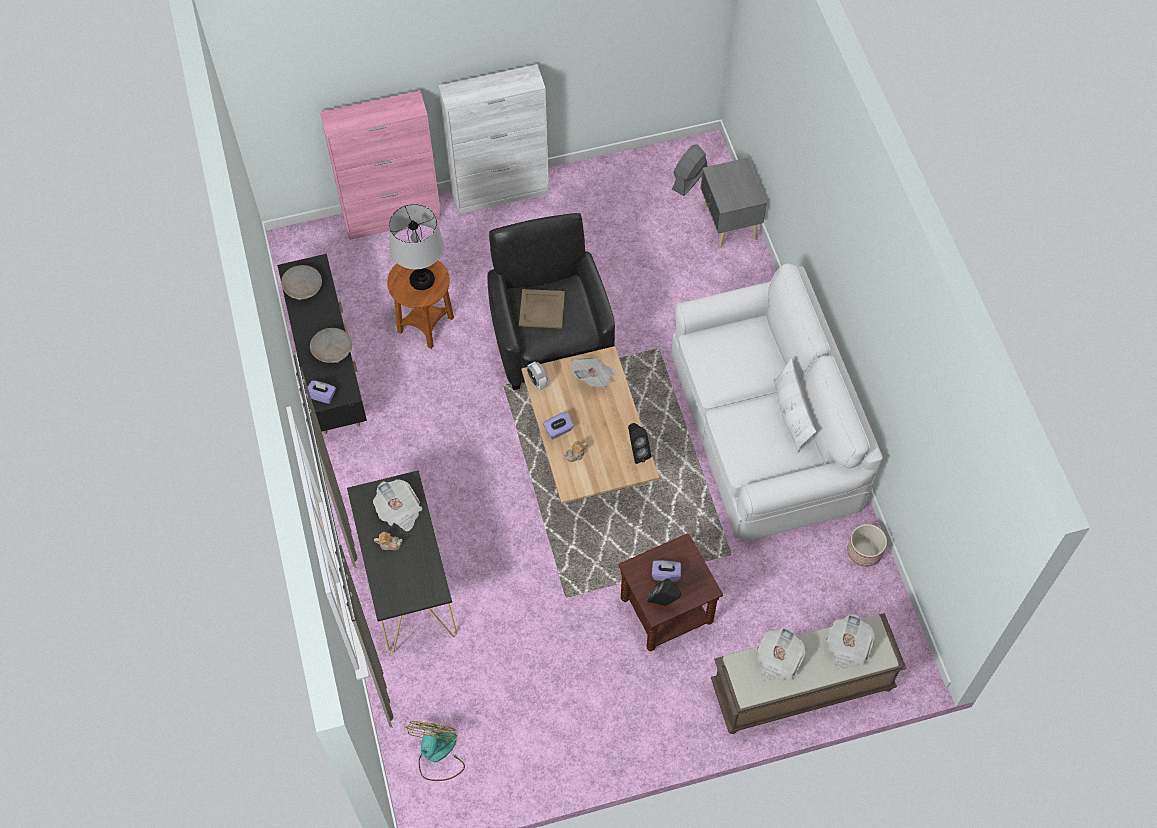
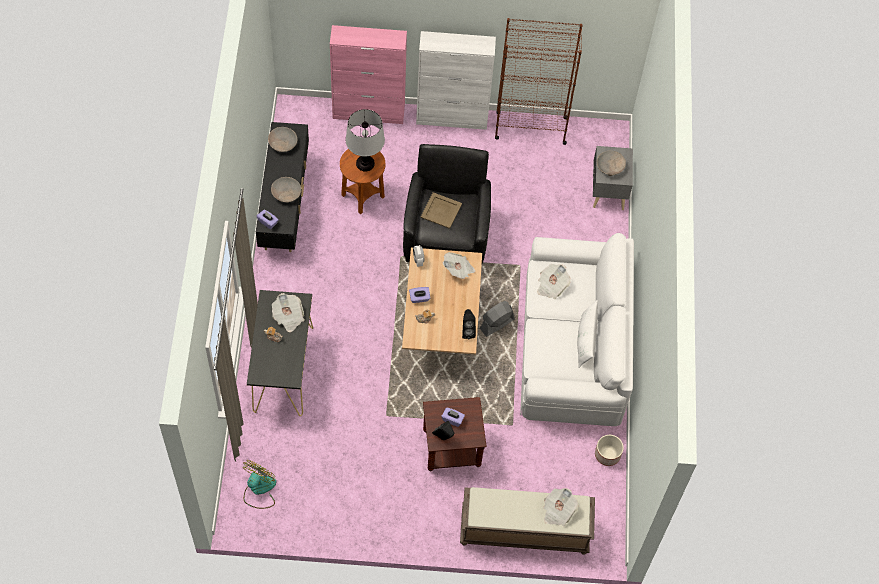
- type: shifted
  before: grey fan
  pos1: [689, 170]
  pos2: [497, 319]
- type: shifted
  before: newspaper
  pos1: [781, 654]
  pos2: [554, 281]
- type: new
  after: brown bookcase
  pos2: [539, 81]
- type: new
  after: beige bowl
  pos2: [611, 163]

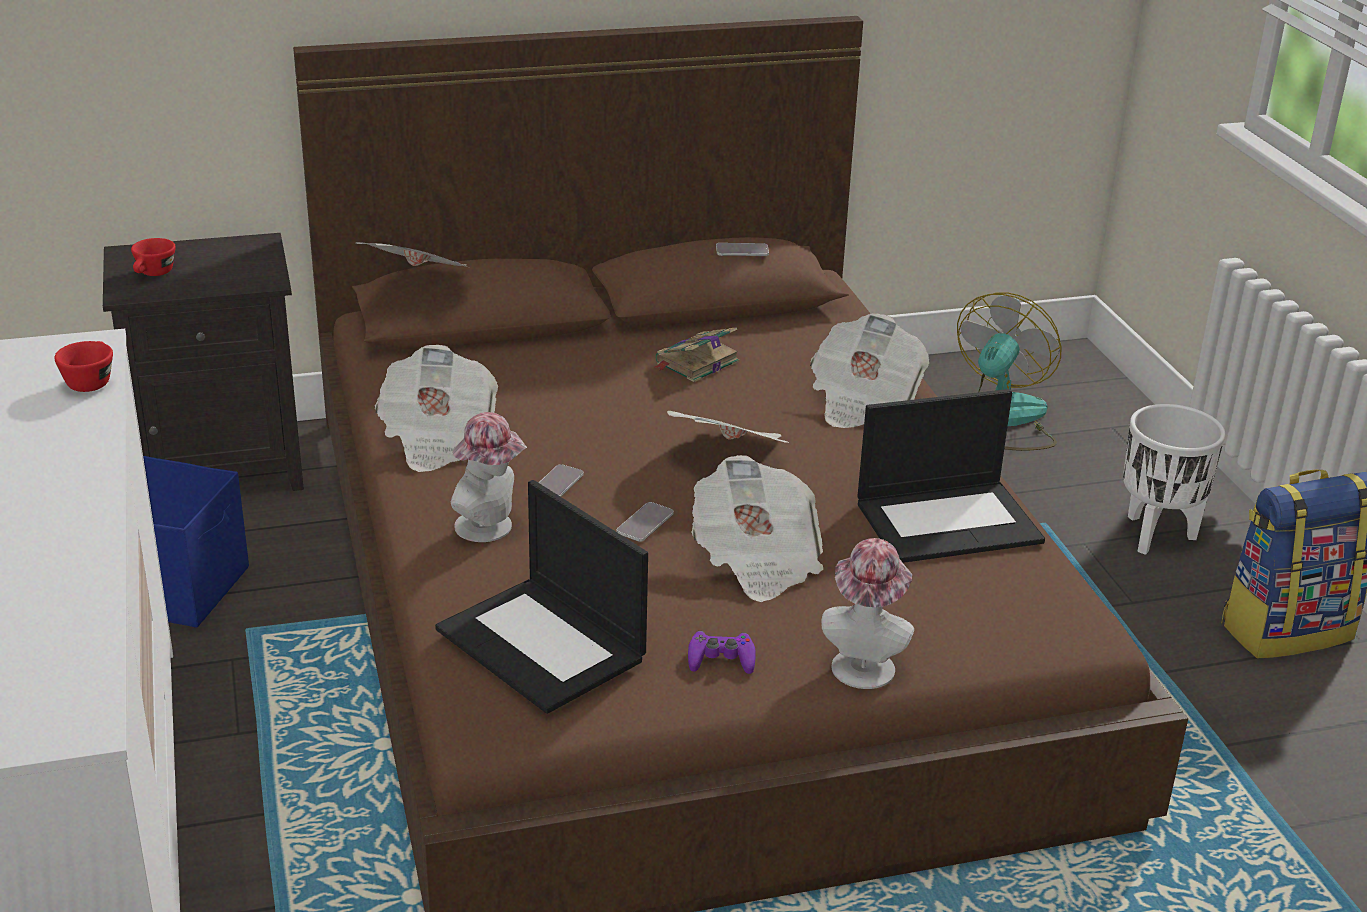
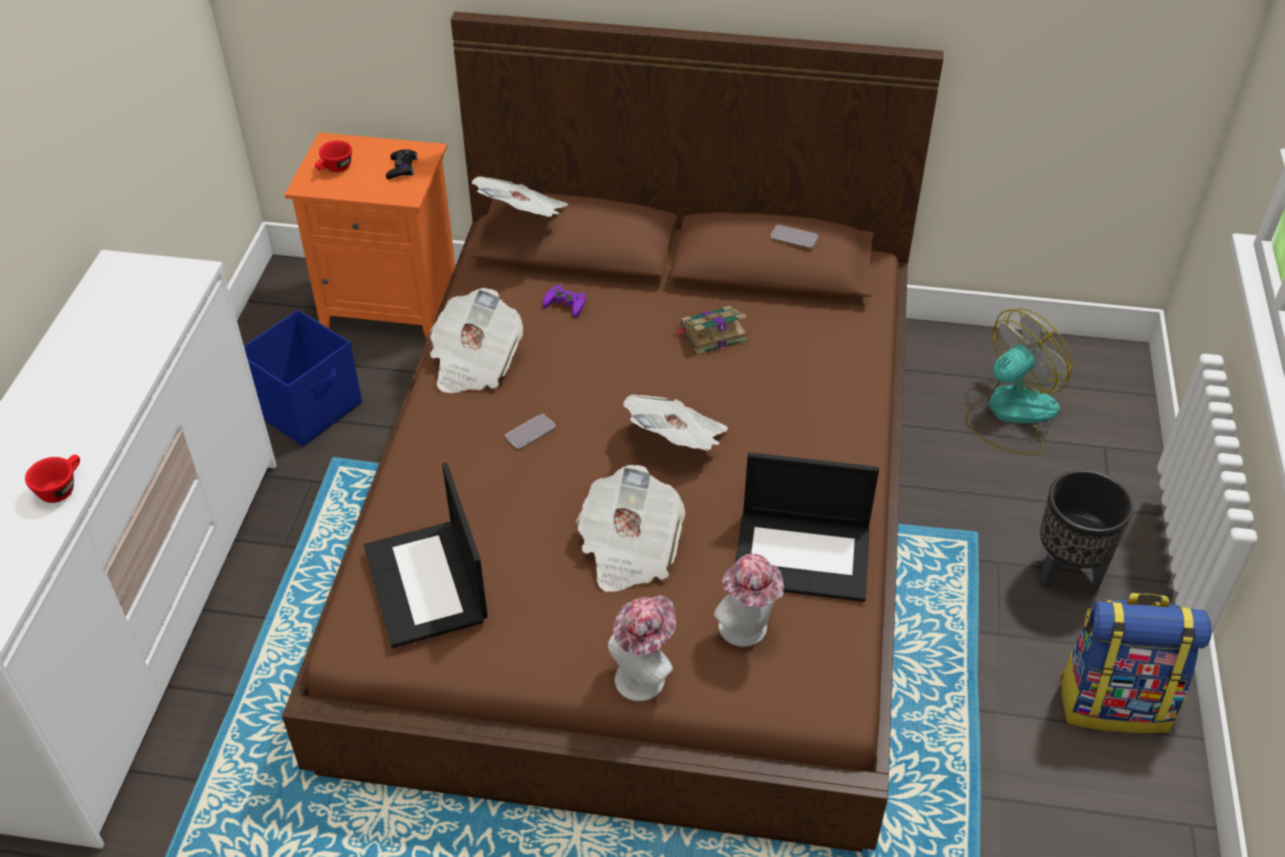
- type: repainted
  before: black nightstand
  after: orange nightstand
  pos1: [203, 362]
  pos2: [370, 235]
- type: gone
  before: newspaper
  pos1: [869, 370]
- type: shifted
  before: red cup
  pos1: [83, 366]
  pos2: [52, 478]
- type: repainted
  before: white planter
  after: black planter
  pos1: [1174, 479]
  pos2: [1085, 529]
- type: shifted
  before: hat
  pos1: [489, 477]
  pos2: [749, 600]
- type: gone
  before: phone
  pos1: [645, 522]
- type: shifted
  before: purple game controller
  pos1: [722, 652]
  pos2: [564, 301]
- type: new
  after: black game controller
  pos2: [401, 164]

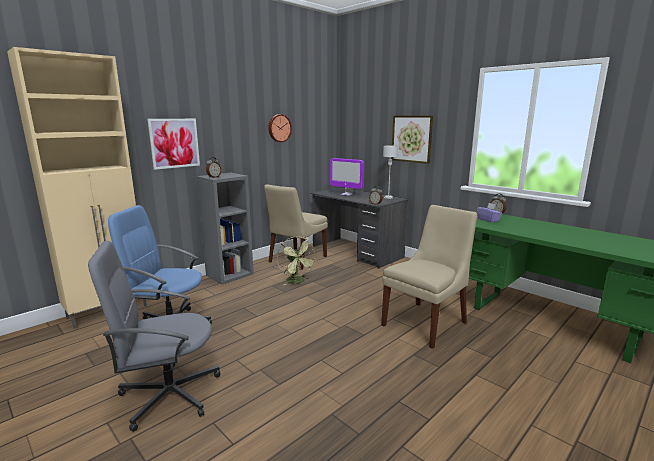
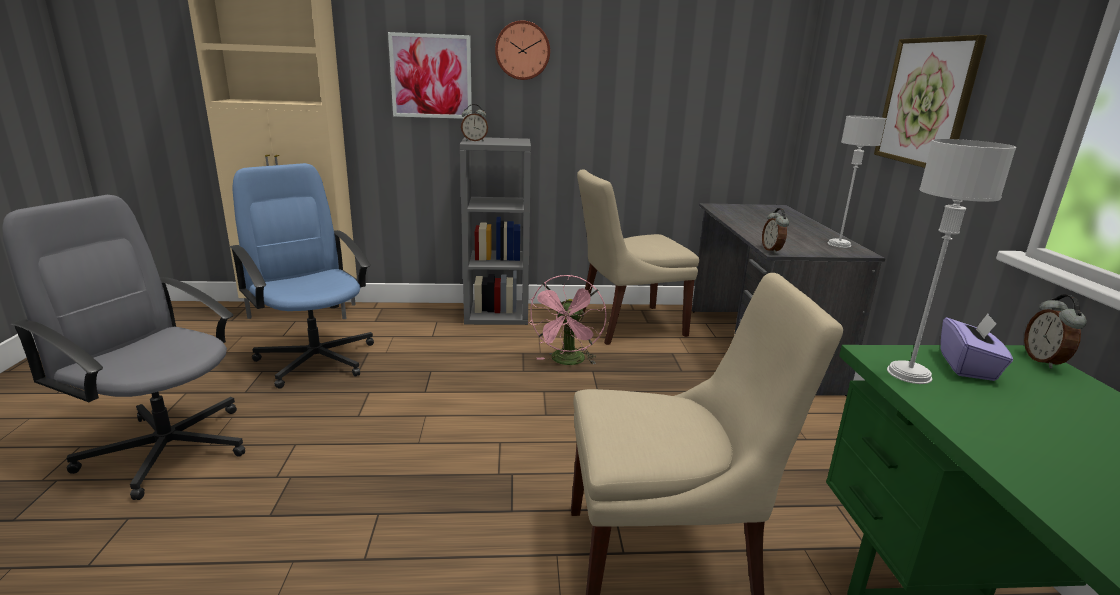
- type: shifted
  before: wall clock
  pos1: [280, 128]
  pos2: [522, 50]
- type: gone
  before: monitor
  pos1: [347, 177]
- type: repainted
  before: green fan
  after: pink fan
  pos1: [297, 261]
  pos2: [567, 320]
- type: new
  after: grey table lamp
  pos2: [951, 261]

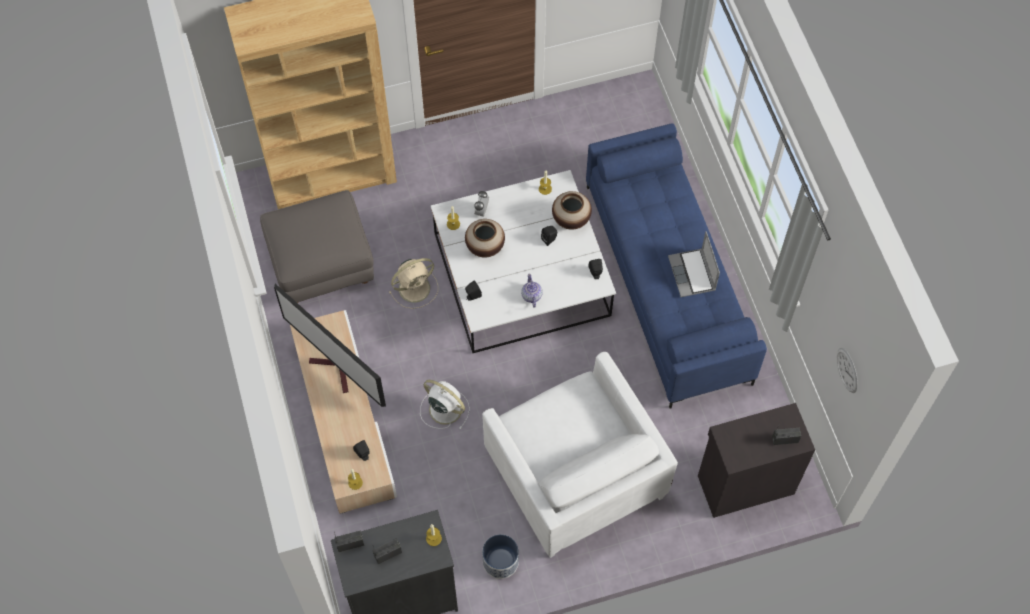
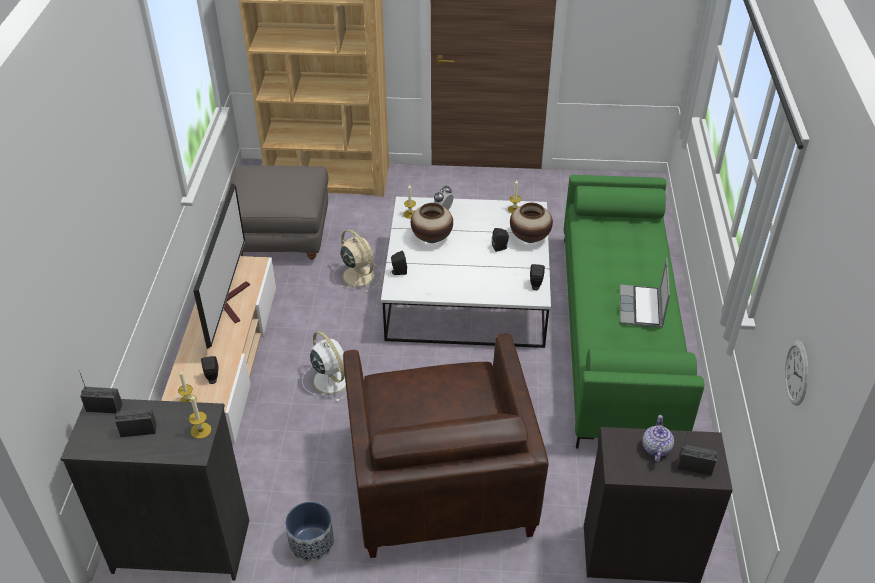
- type: repainted
  before: blue sofa
  after: green sofa
  pos1: [676, 266]
  pos2: [634, 312]
- type: rotated
  before: beige fan
  pos1: [413, 283]
  pos2: [358, 261]
  turn: -120
- type: shifted
  before: teapot
  pos1: [531, 290]
  pos2: [658, 438]
- type: rotated
  before: television
  pos1: [330, 345]
  pos2: [221, 266]
  turn: -150
- type: repainted
  before: white armchair
  after: brown armchair
  pos1: [580, 455]
  pos2: [446, 445]

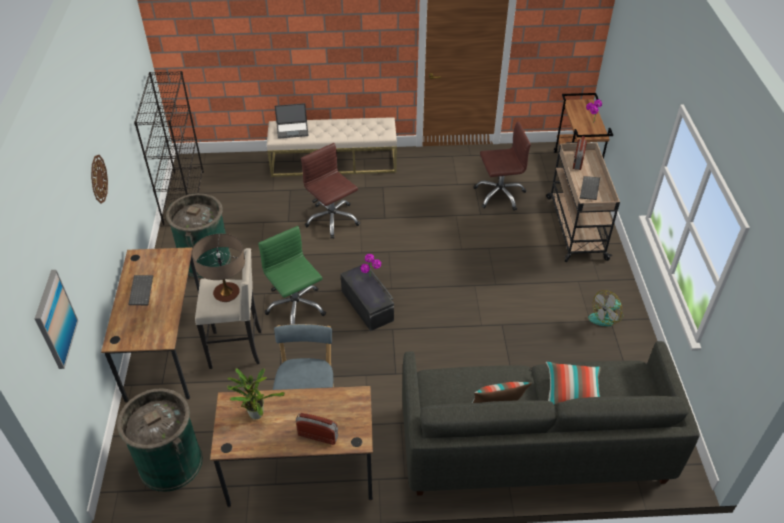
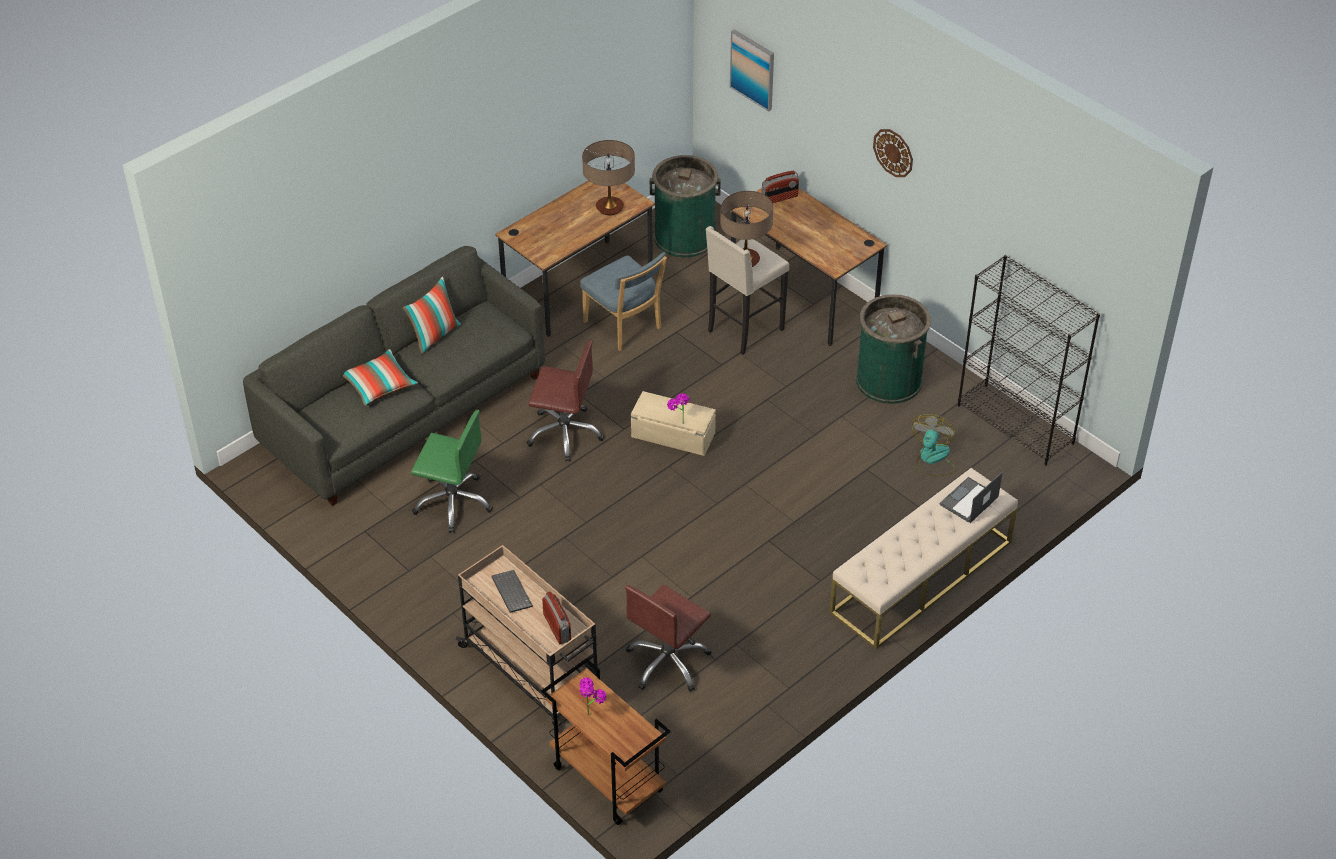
- type: shifted
  before: brown office chair
  pos1: [330, 191]
  pos2: [565, 401]
- type: shifted
  before: green office chair
  pos1: [292, 275]
  pos2: [452, 471]
- type: repainted
  before: black storage box
  after: beige storage box
  pos1: [367, 298]
  pos2: [673, 423]
- type: gone
  before: keyboard
  pos1: [140, 290]
- type: shifted
  before: fan
  pos1: [606, 308]
  pos2: [934, 445]
- type: swapped
  before: potted plant
  after: table lamp
  pos1: [256, 393]
  pos2: [608, 177]
- type: shifted
  before: radio
  pos1: [317, 429]
  pos2: [780, 187]

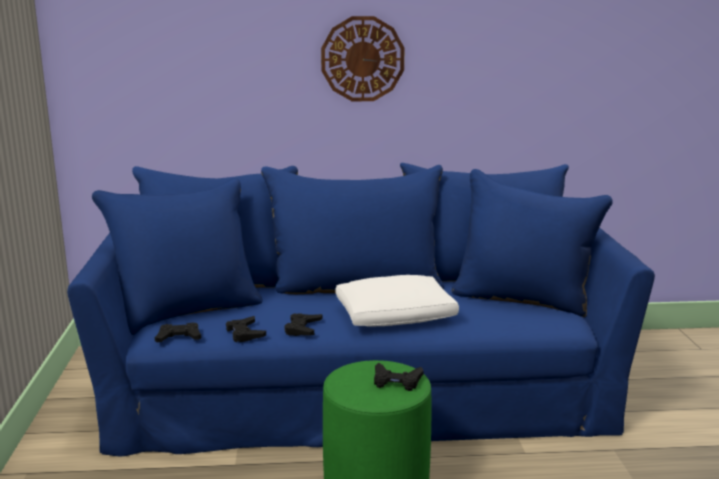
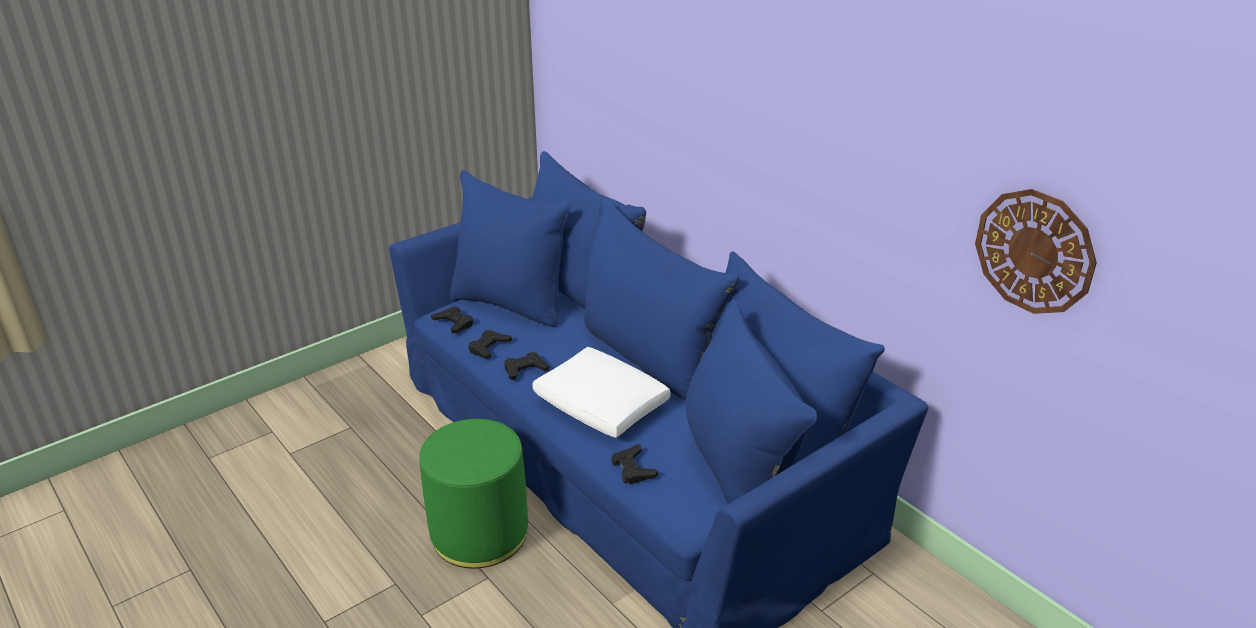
- type: shifted
  before: wall clock
  pos1: [362, 58]
  pos2: [1036, 251]
- type: shifted
  before: black game controller
  pos1: [399, 377]
  pos2: [634, 464]

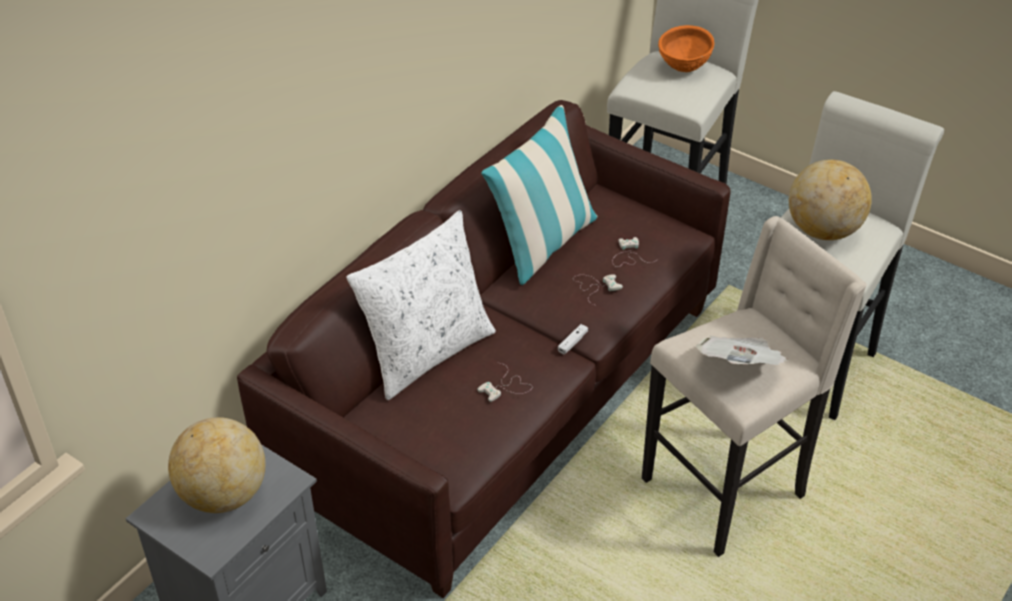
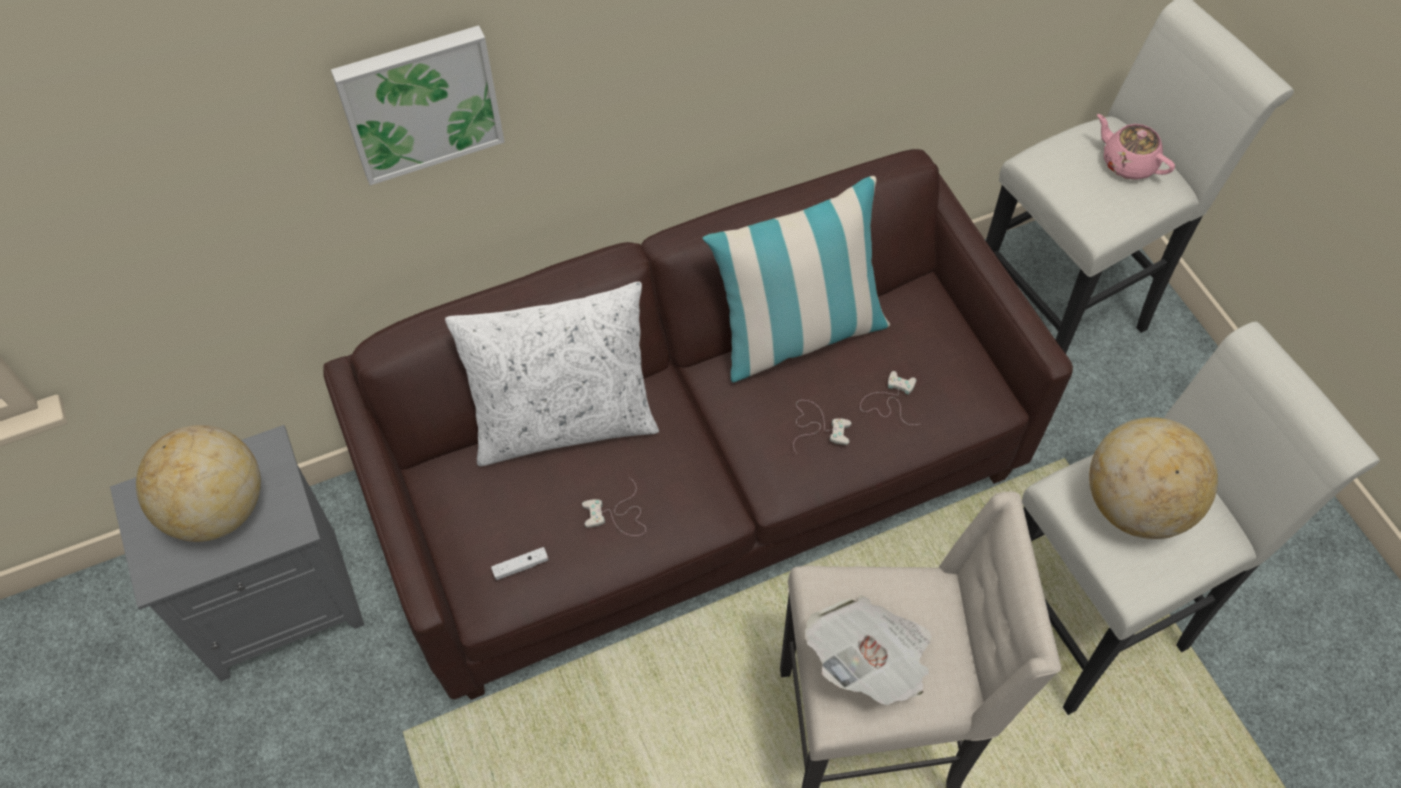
- type: swapped
  before: orange bowl
  after: pink teapot
  pos1: [686, 48]
  pos2: [1136, 147]
- type: shifted
  before: white game controller
  pos1: [573, 339]
  pos2: [519, 563]
- type: new
  after: picture
  pos2: [417, 105]

